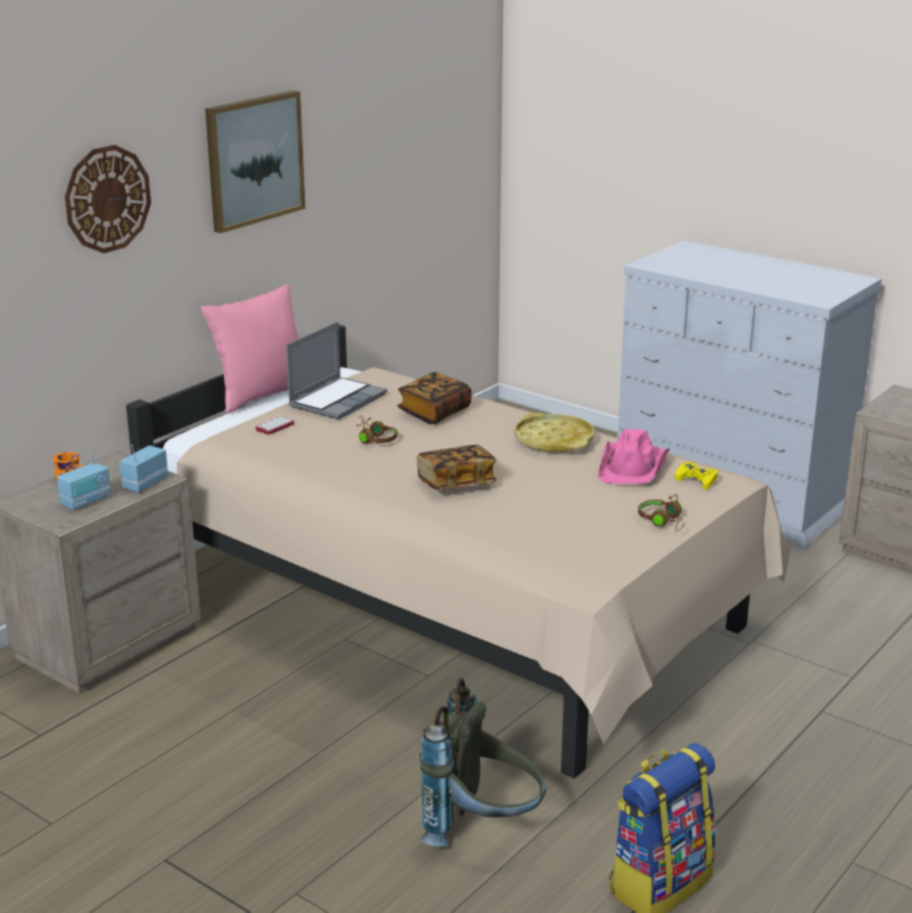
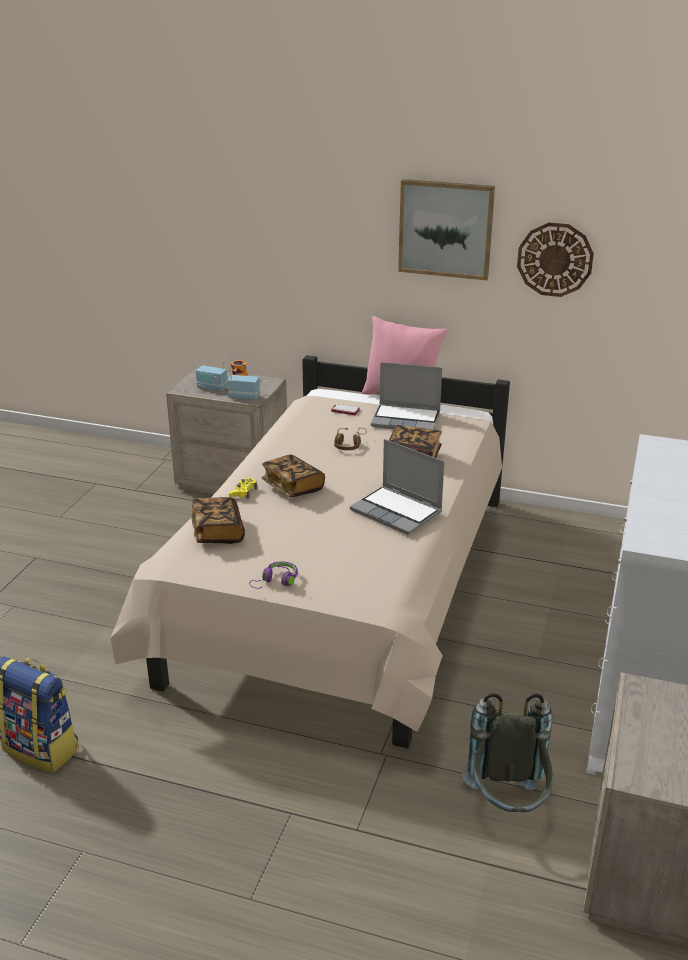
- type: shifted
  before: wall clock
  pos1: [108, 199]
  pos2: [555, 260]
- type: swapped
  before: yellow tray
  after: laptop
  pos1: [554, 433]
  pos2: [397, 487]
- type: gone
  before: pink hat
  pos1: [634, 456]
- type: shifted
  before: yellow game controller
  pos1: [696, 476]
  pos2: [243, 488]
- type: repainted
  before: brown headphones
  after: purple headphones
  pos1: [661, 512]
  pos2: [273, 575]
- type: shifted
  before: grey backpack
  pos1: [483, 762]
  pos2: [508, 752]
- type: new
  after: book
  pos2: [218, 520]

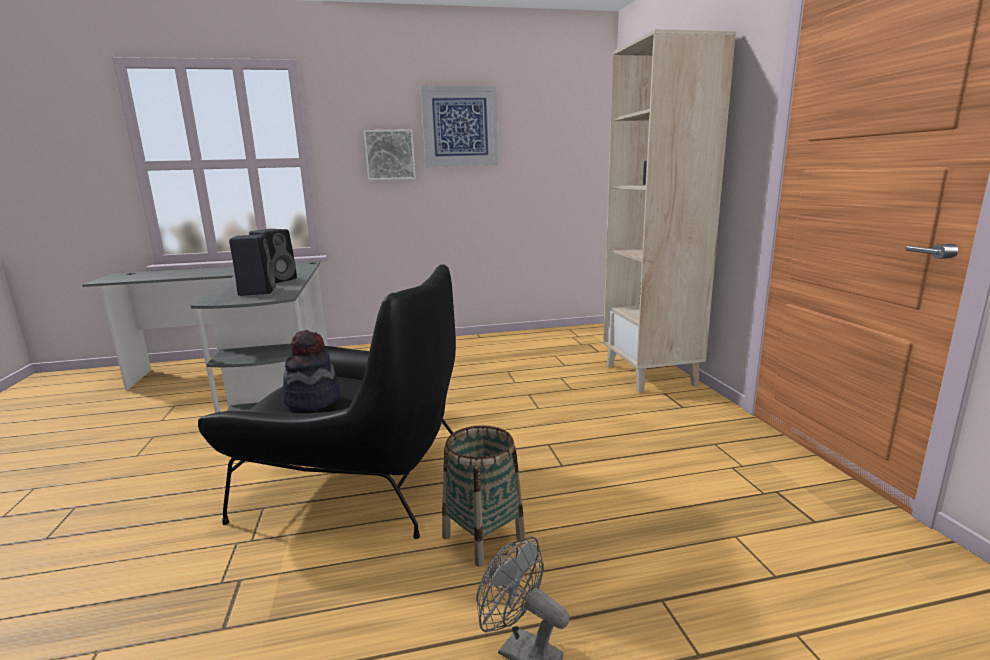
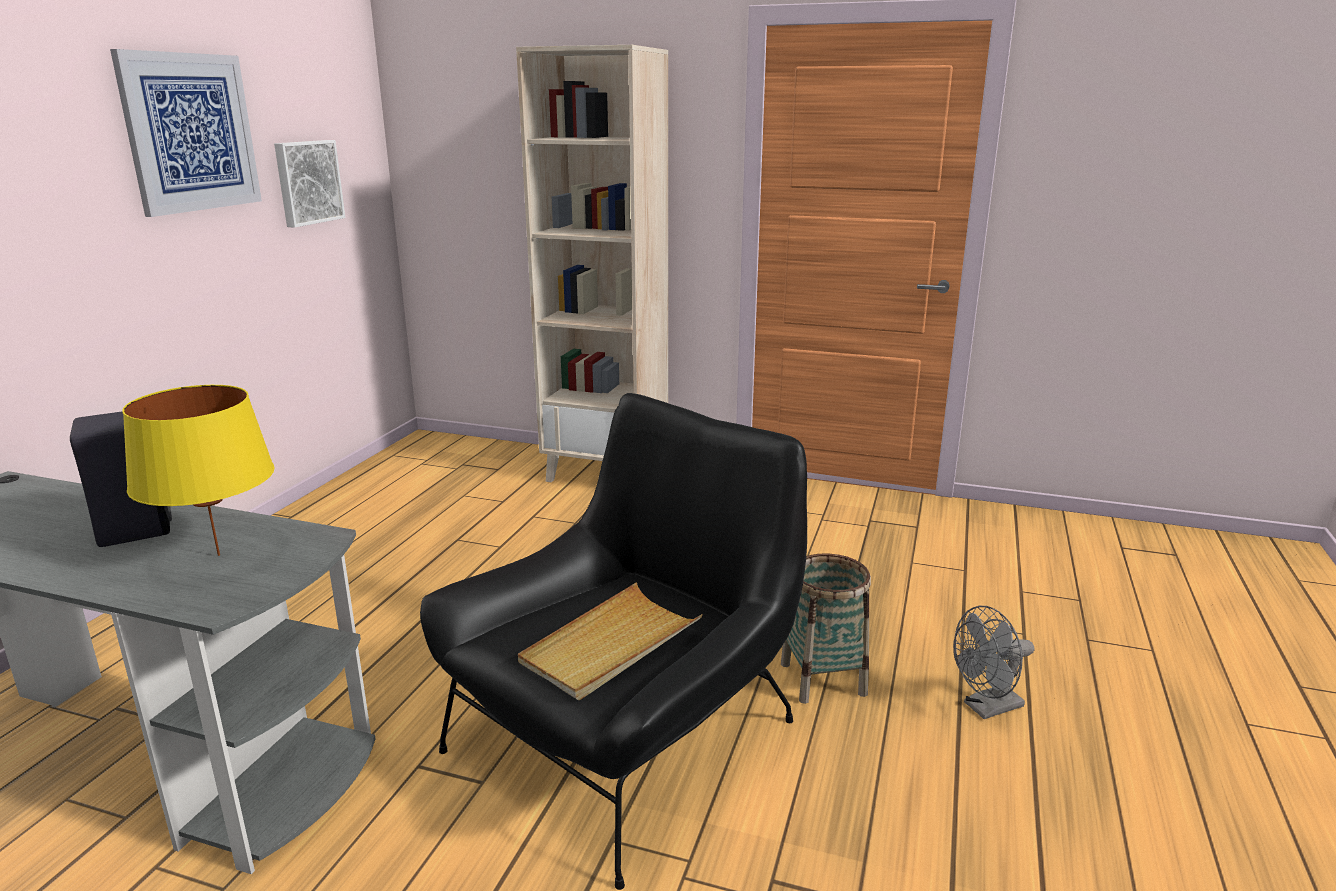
- type: shifted
  before: picture
  pos1: [389, 154]
  pos2: [309, 184]
- type: swapped
  before: black speaker
  after: yellow table lamp
  pos1: [252, 265]
  pos2: [198, 470]
- type: swapped
  before: hat
  after: beige tray
  pos1: [311, 370]
  pos2: [610, 641]

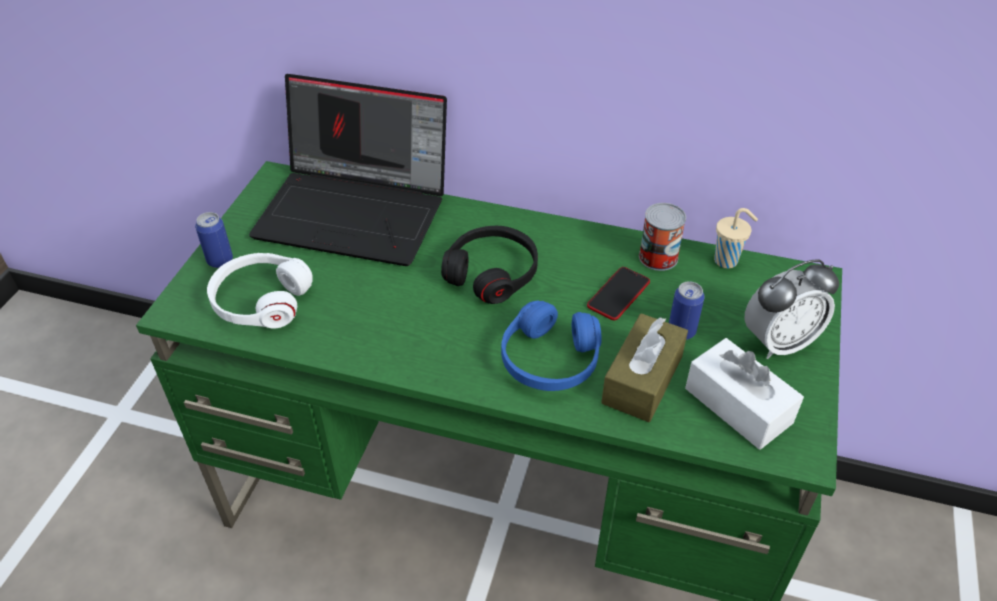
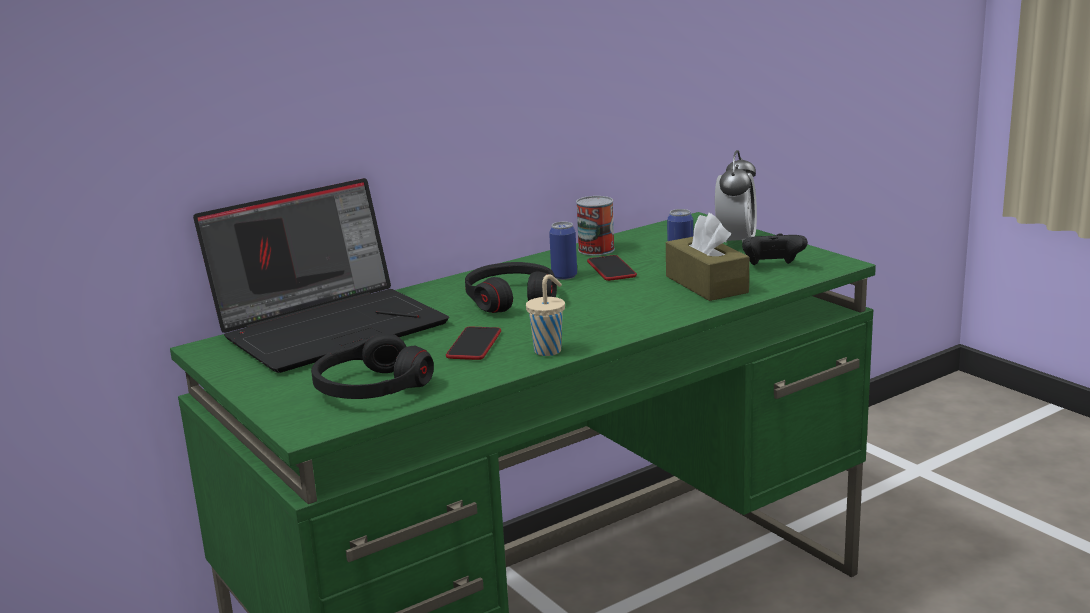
- type: shifted
  before: beige cup
  pos1: [736, 238]
  pos2: [545, 315]
- type: shifted
  before: can
  pos1: [214, 240]
  pos2: [563, 250]
- type: repainted
  before: white headphones
  after: black headphones
  pos1: [260, 290]
  pos2: [372, 366]
- type: gone
  before: blue headphones
  pos1: [551, 346]
- type: swapped
  before: white tissue box
  after: black game controller
  pos1: [744, 394]
  pos2: [775, 249]
- type: new
  after: phone
  pos2: [473, 343]

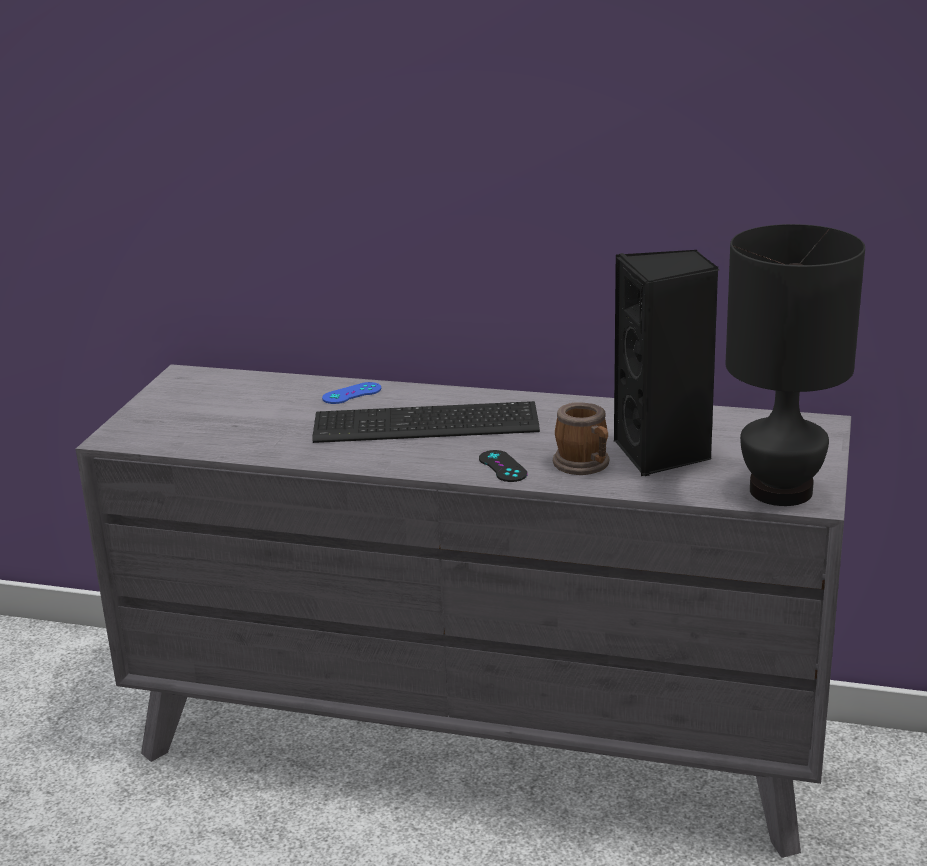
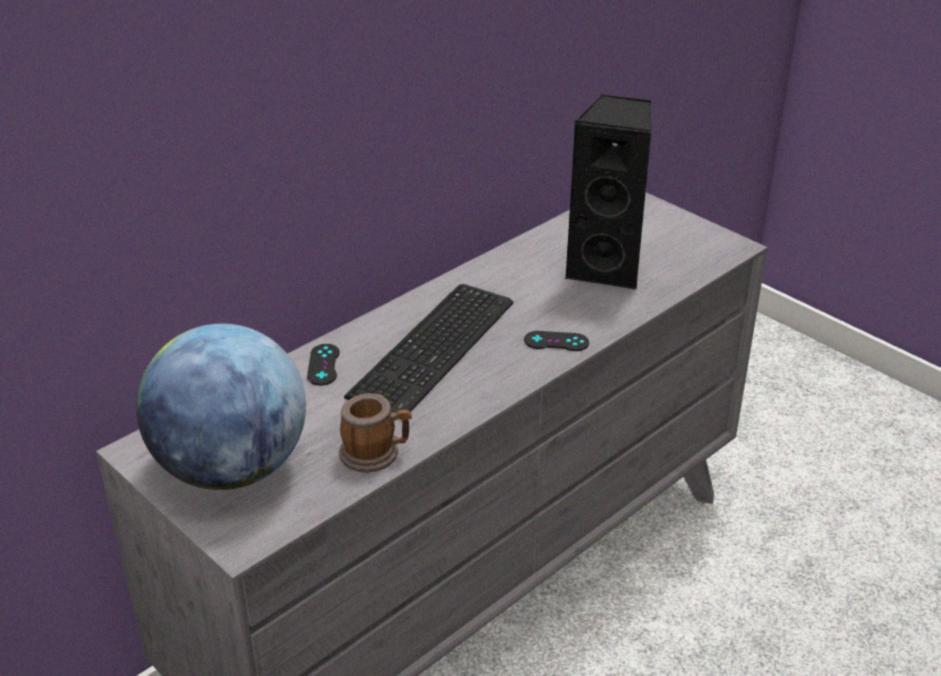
- type: gone
  before: black table lamp
  pos1: [795, 365]
- type: repainted
  before: blue game controller
  after: black game controller
  pos1: [351, 393]
  pos2: [323, 365]
- type: shifted
  before: mug
  pos1: [581, 438]
  pos2: [375, 433]
- type: new
  after: globe
  pos2: [221, 406]

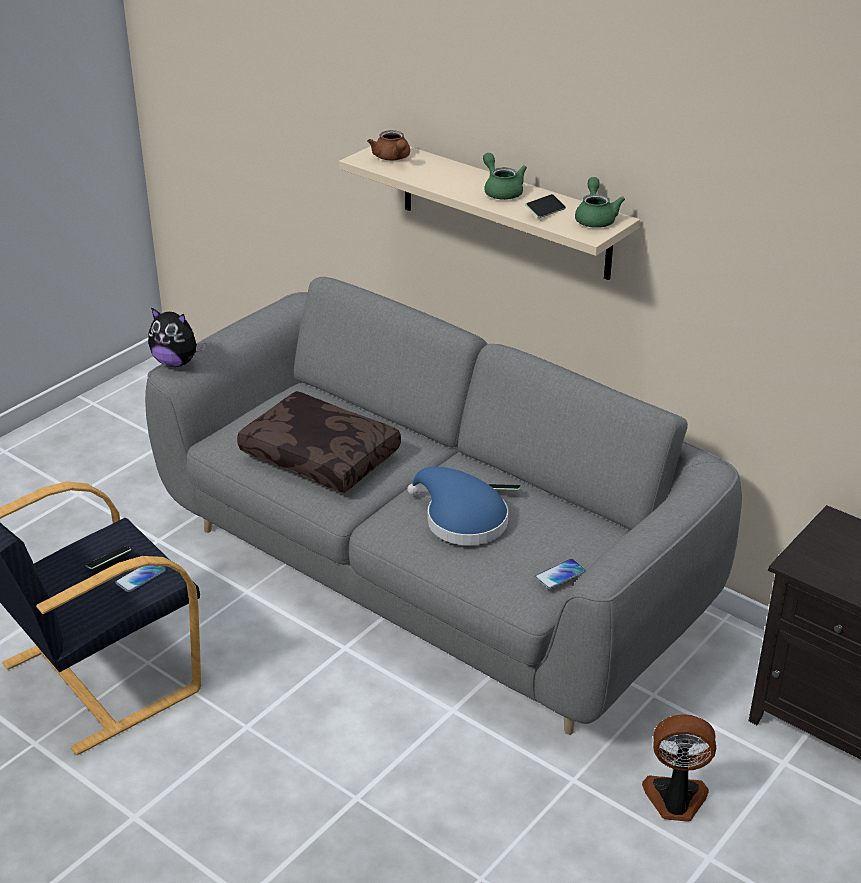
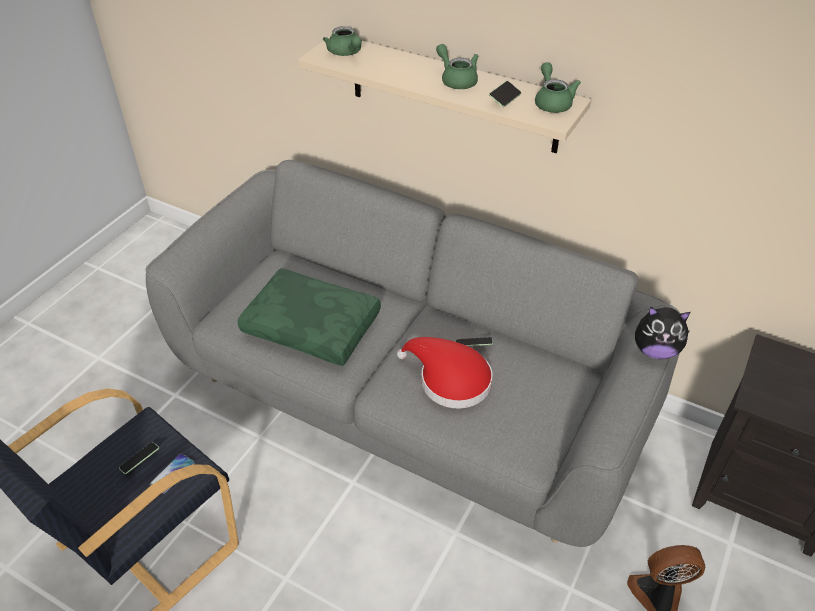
- type: repainted
  before: brown teapot
  after: green teapot
  pos1: [388, 145]
  pos2: [342, 41]
- type: shifted
  before: plush toy
  pos1: [176, 337]
  pos2: [663, 333]
- type: repainted
  before: brown pillow
  after: green pillow
  pos1: [319, 442]
  pos2: [309, 317]
- type: repainted
  before: blue hat
  after: red hat
  pos1: [457, 506]
  pos2: [445, 373]
- type: gone
  before: phone
  pos1: [560, 574]

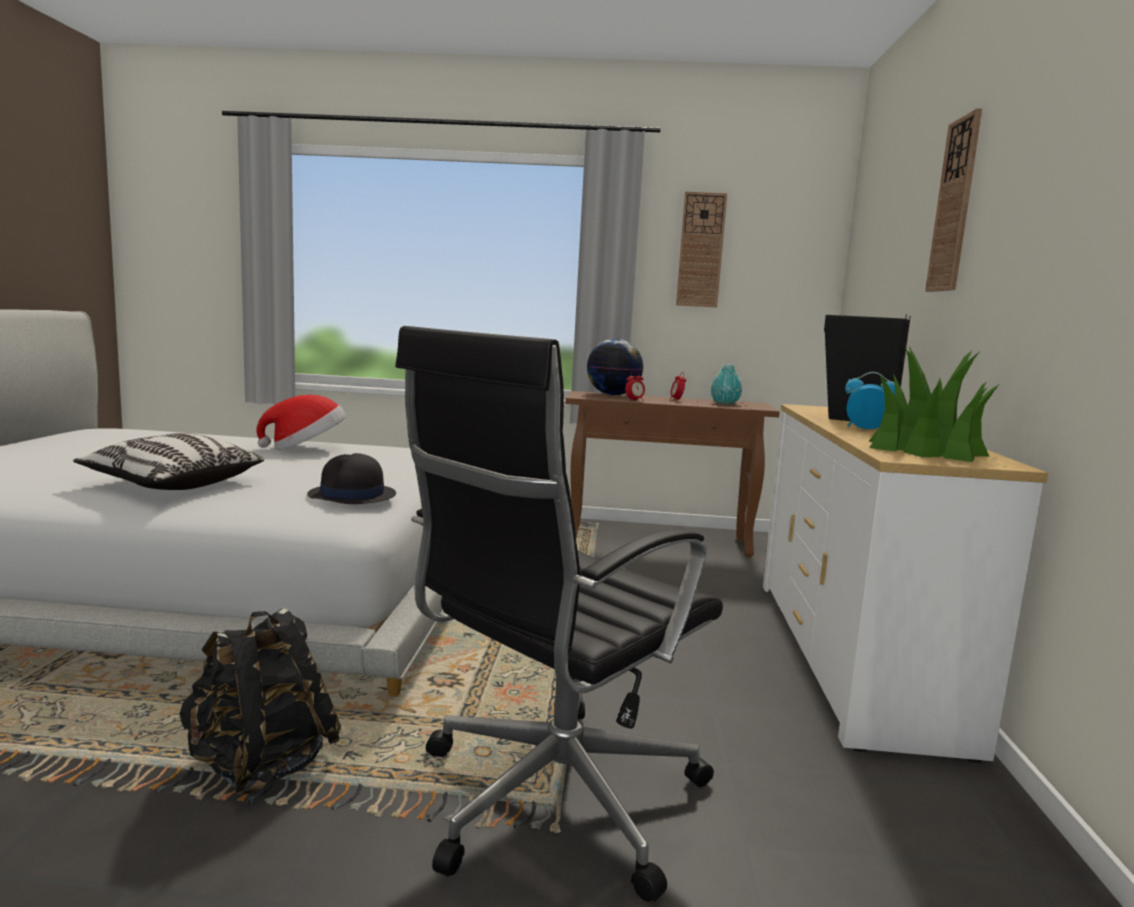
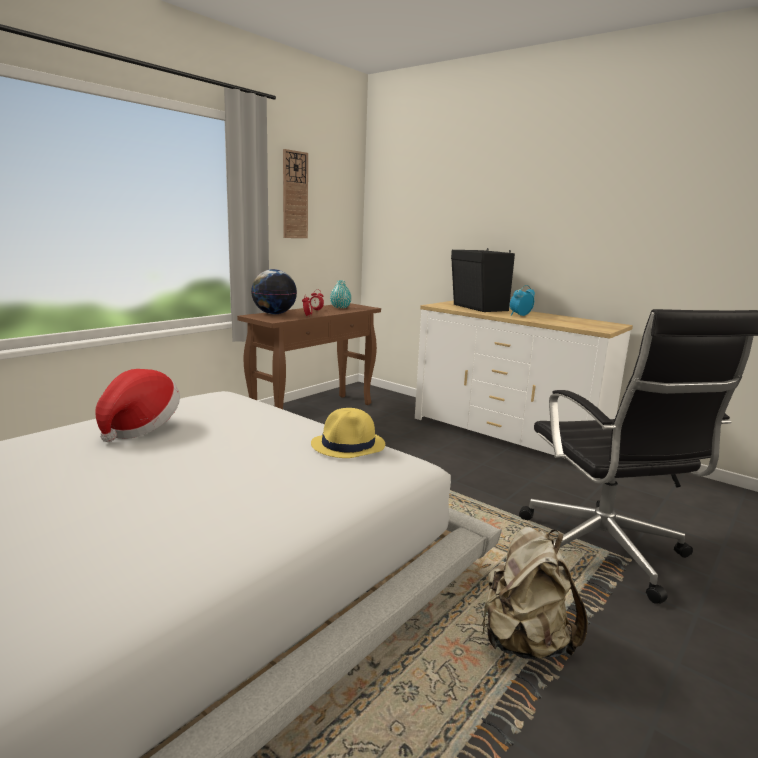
- type: gone
  before: wall clock
  pos1: [953, 200]
- type: gone
  before: potted plant
  pos1: [934, 404]
- type: gone
  before: pillow
  pos1: [168, 461]
- type: repainted
  before: black hat
  after: yellow hat
  pos1: [351, 478]
  pos2: [348, 433]
- type: repainted
  before: black backpack
  after: beige backpack
  pos1: [260, 702]
  pos2: [534, 593]

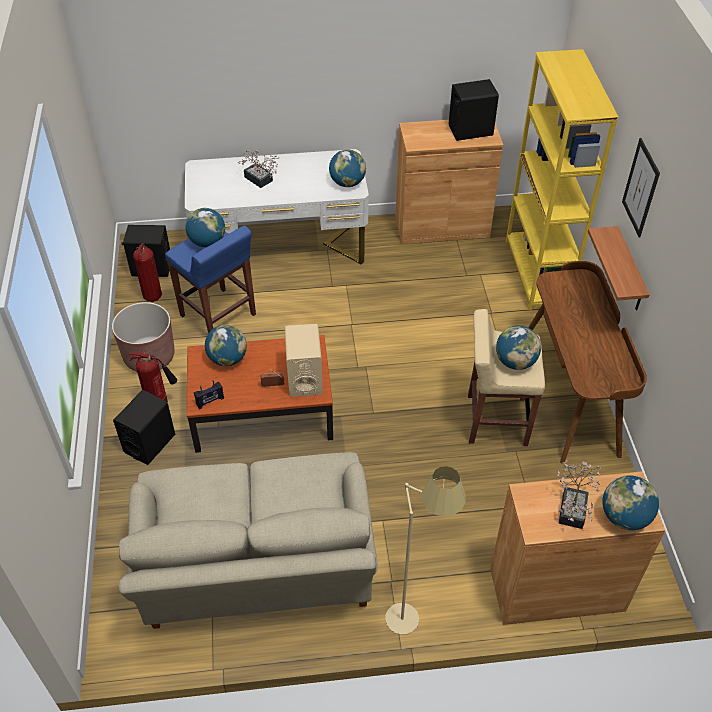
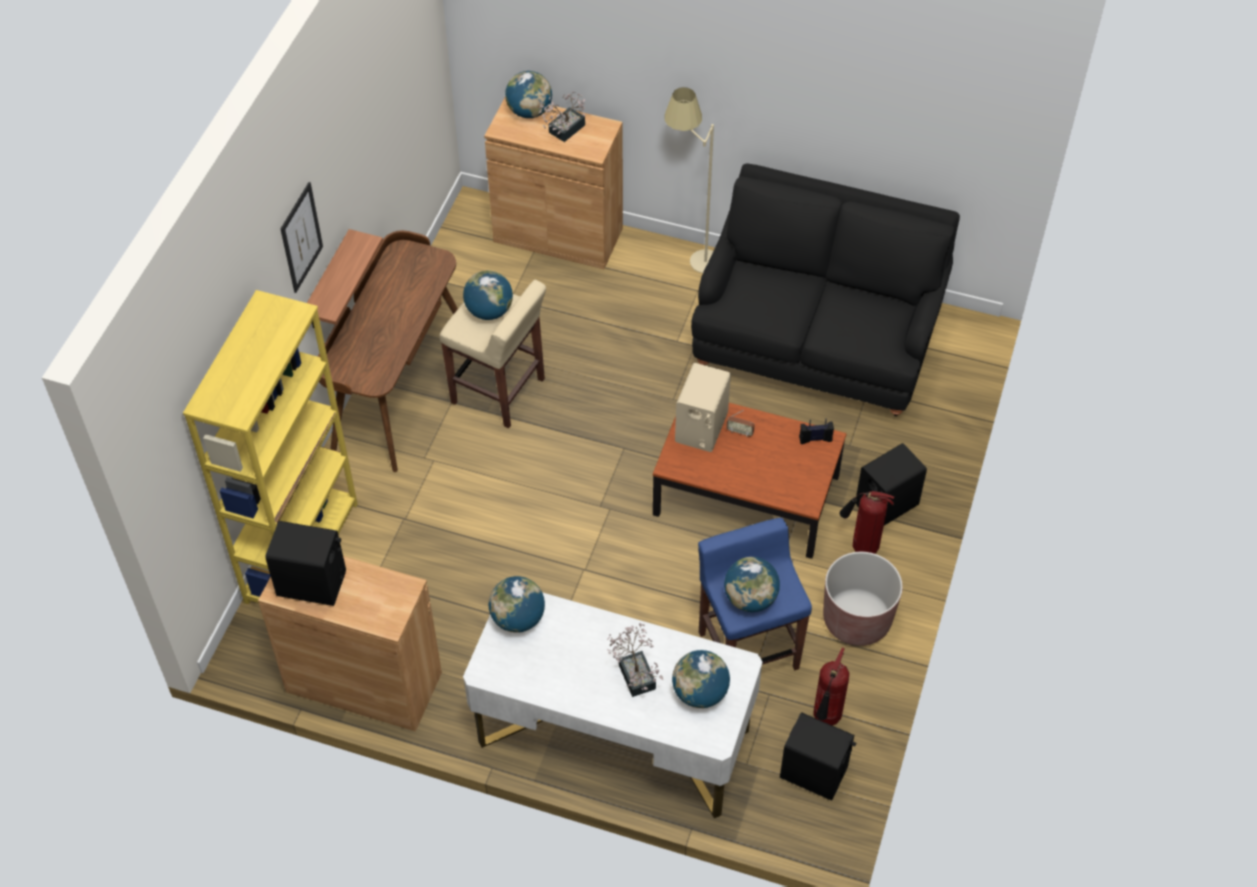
- type: shifted
  before: globe
  pos1: [226, 345]
  pos2: [701, 679]
- type: repainted
  before: beige sofa
  after: black sofa
  pos1: [248, 540]
  pos2: [825, 289]

